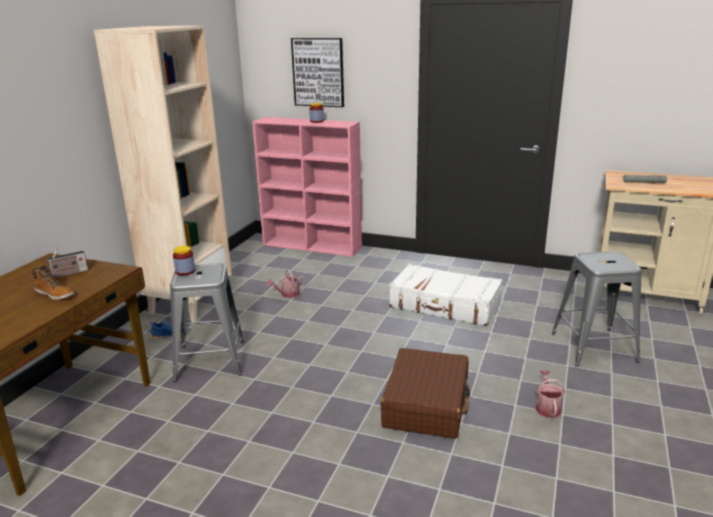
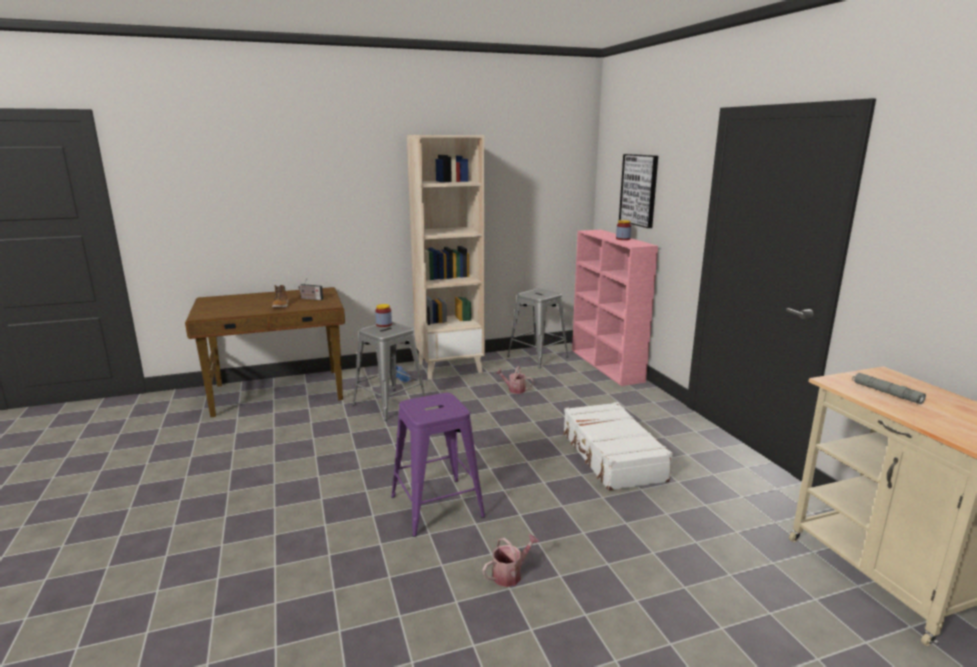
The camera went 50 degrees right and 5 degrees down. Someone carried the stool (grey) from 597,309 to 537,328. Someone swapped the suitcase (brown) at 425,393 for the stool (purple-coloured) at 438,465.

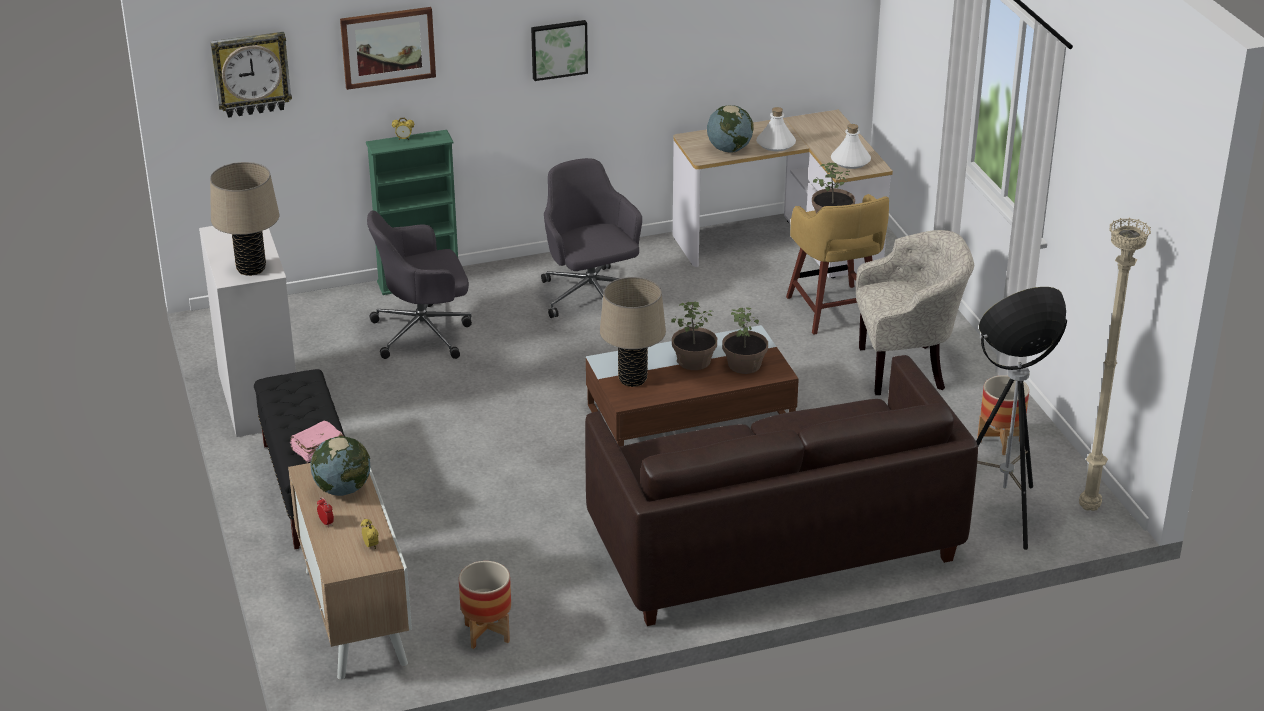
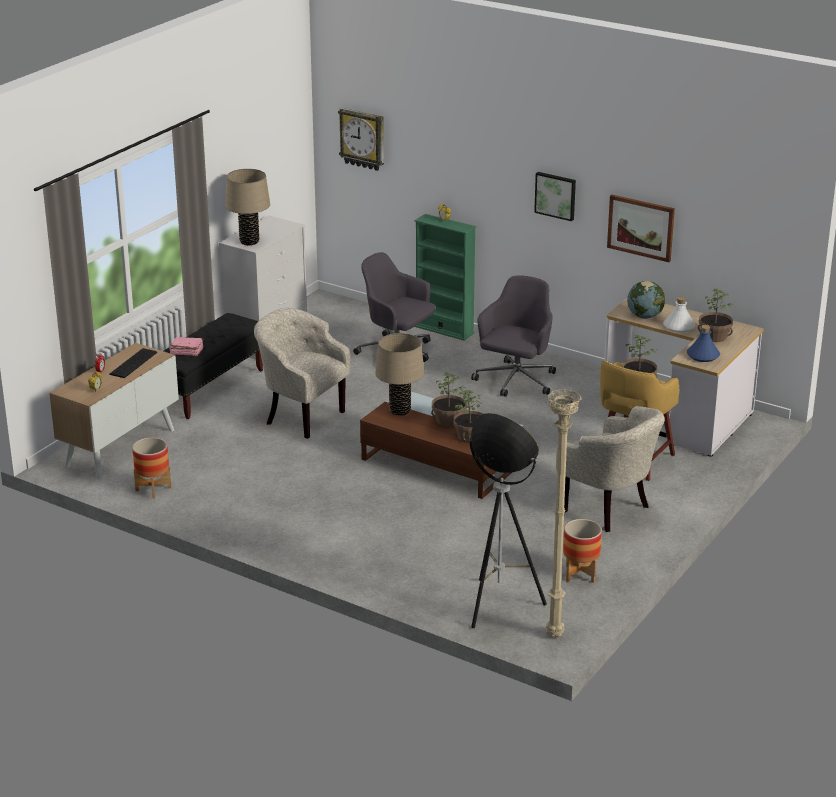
The camera went 50 degrees right and 5 degrees down. Someone took away the couch (brown) at 781,490. Someone put down the armchair (beige) at 302,373. Someone put down the potted plant at 715,315. Someone carried the wall picture from 388,48 to 641,228. Someone swapped the globe at 340,466 for the keyboard at 133,363. Someone repainted the bottle (white) at 851,146, which became the bottle (bluish) at 703,343.

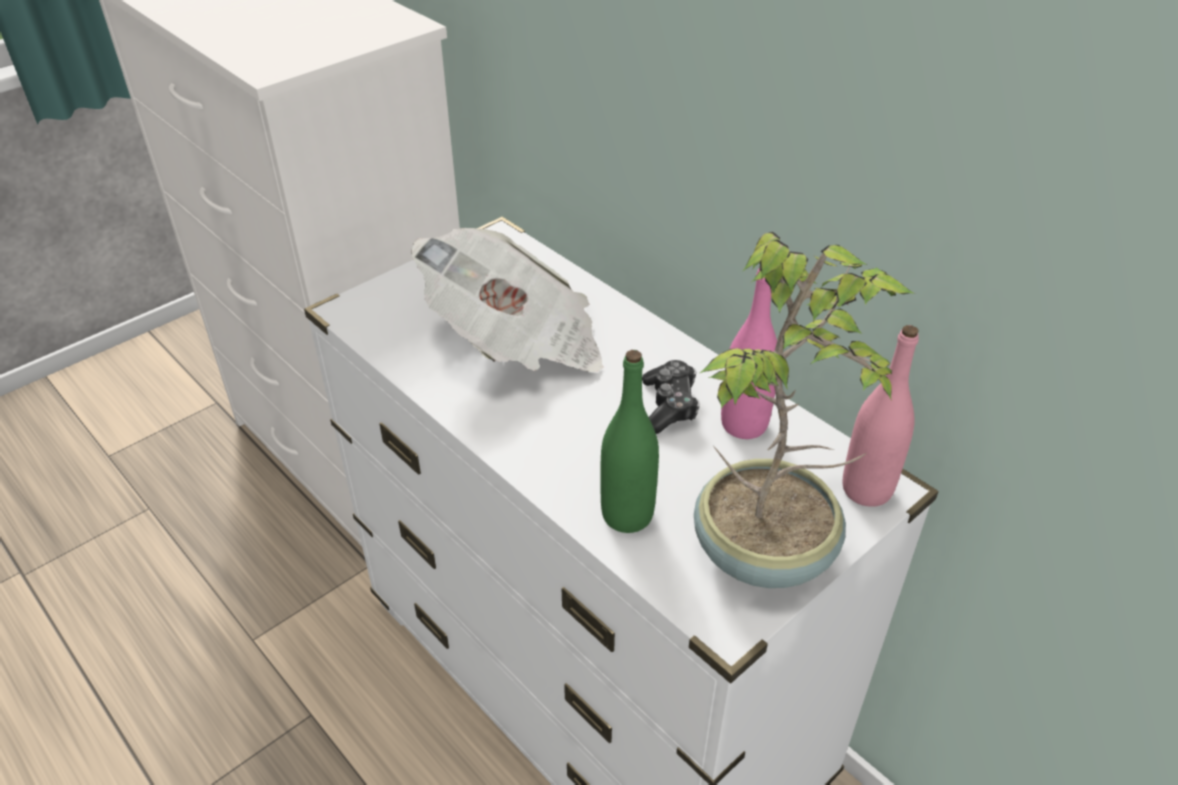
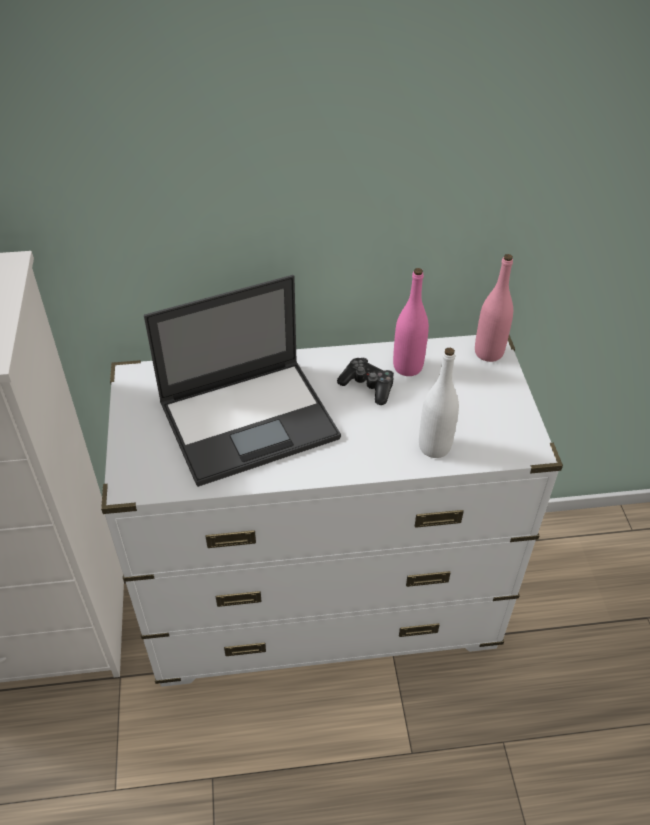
The camera went 55 degrees left and 5 degrees up. Someone took away the potted plant at 804,410. Someone swapped the newspaper at 507,300 for the laptop at 242,381. Someone repainted the bottle (green) at 630,441, which became the bottle (white) at 439,402.

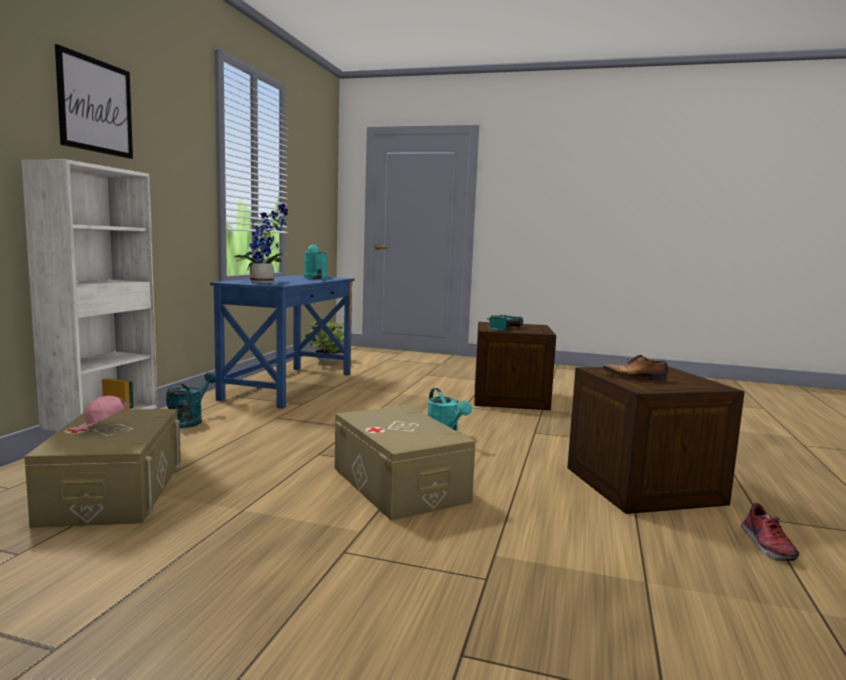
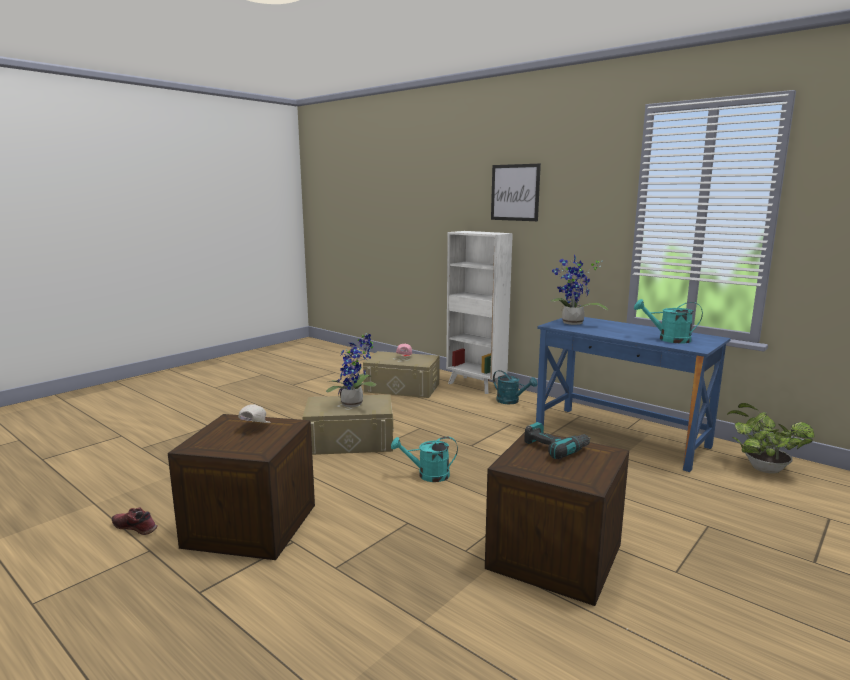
The camera went 115 degrees right and 5 degrees up. Someone put down the potted plant at 351,370. Someone swapped the shoe at 635,368 for the baseball cap (white) at 254,413.

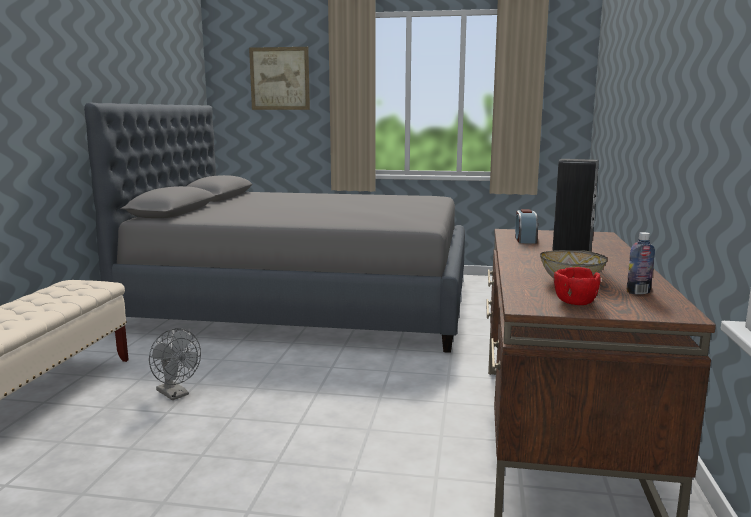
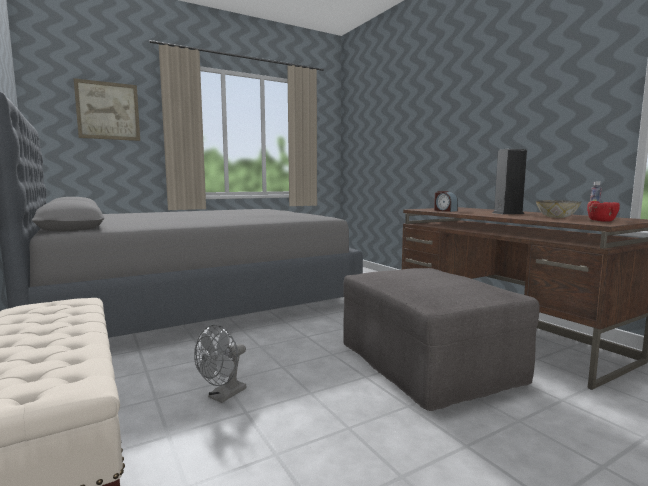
The camera went 40 degrees left and 5 degrees down. Someone put down the pouffe (grey) at 441,339. Someone rotated the fan (grey) at 175,364 by 120 degrees clockwise.

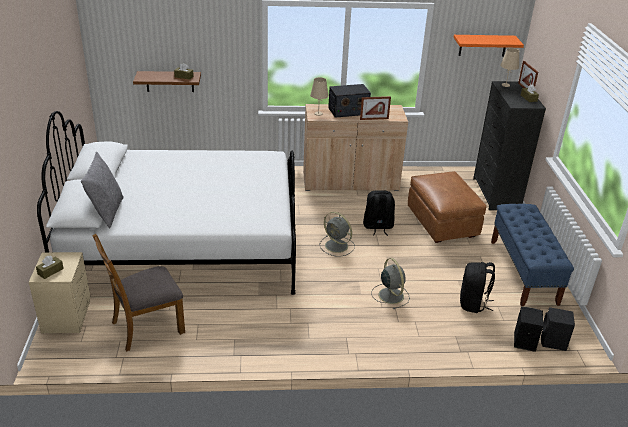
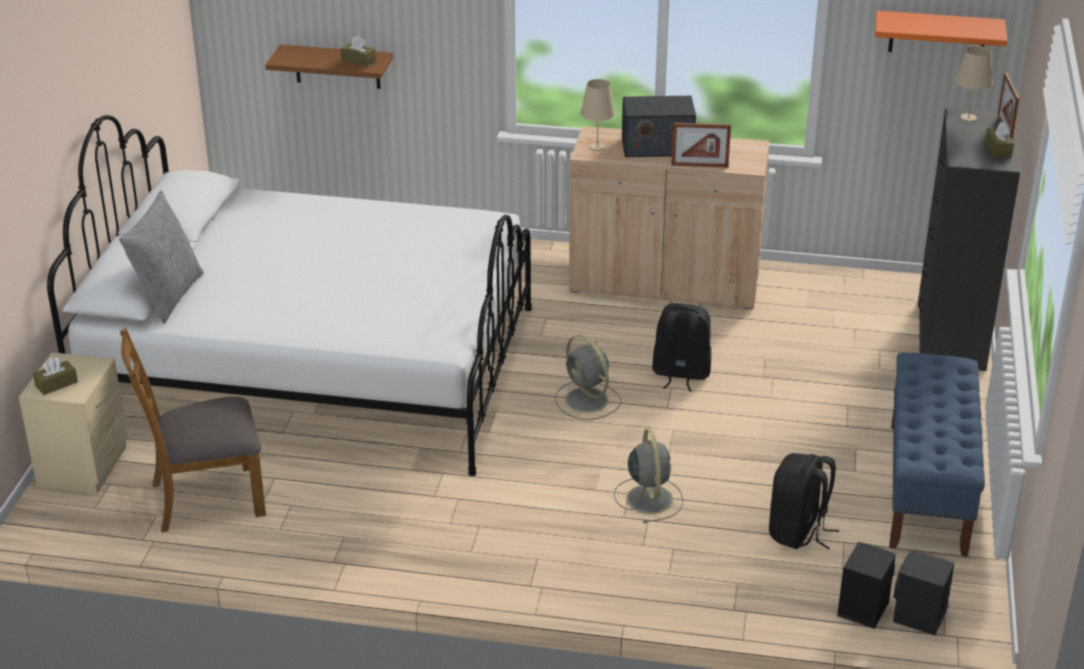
The camera went 15 degrees right and 0 degrees up. Someone took away the pouffe (brown) at 447,207.

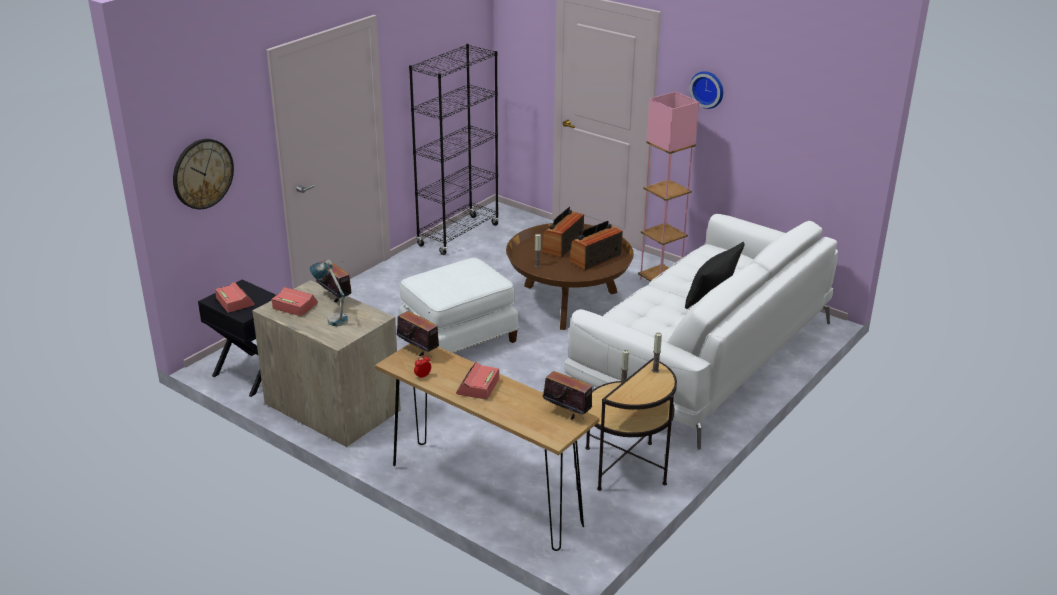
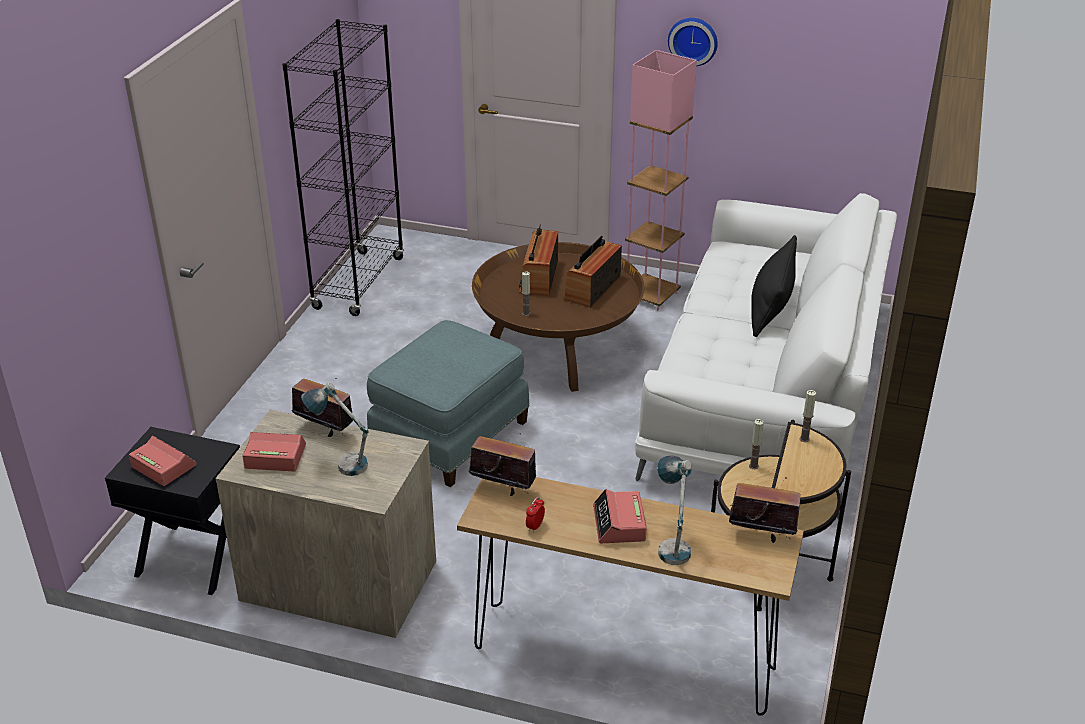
The camera went 20 degrees left and 5 degrees up. Someone took away the clock on the wall at 203,174. Someone put down the lamp for a table at 674,510. Someone repainted the pouffe (white) at 459,305, which became the pouffe (bluish) at 448,403.

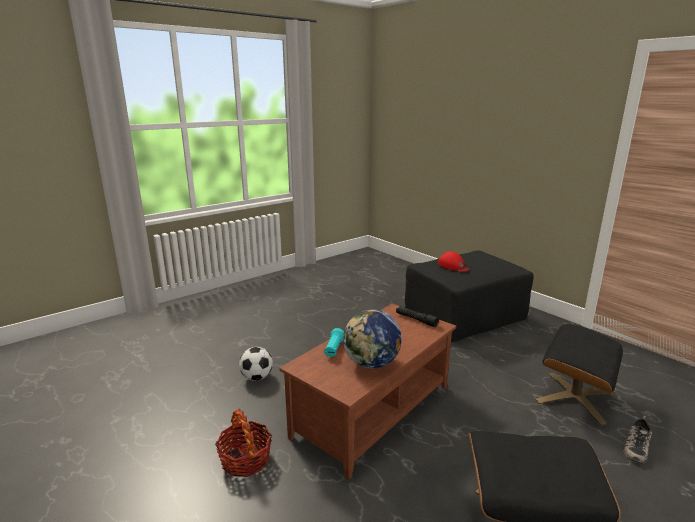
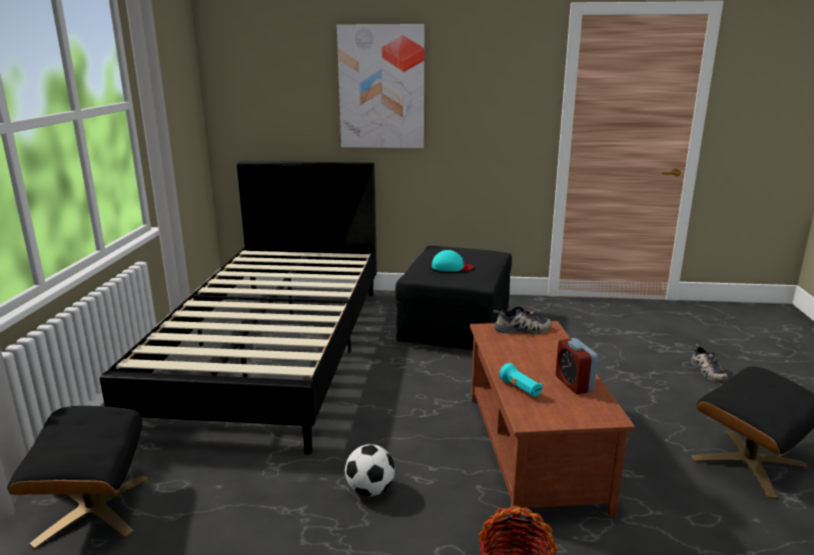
The camera went 45 degrees left and 0 degrees up. Someone put down the bed (black-coloured) at 238,307. Someone put up the wall picture at 381,86. Someone carried the pouffe (black-coloured) from 579,374 to 78,477. Someone swapped the globe at 372,339 for the alarm clock at 577,366. Someone swapped the torch (black-coloured) at 417,316 for the shoe at 522,320. Someone repainted the baseball cap (reddish) at 454,261, which became the baseball cap (turquoise-coloured) at 453,260.

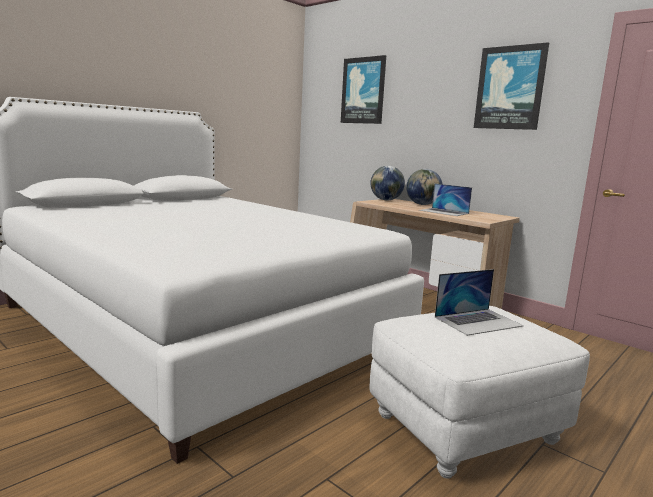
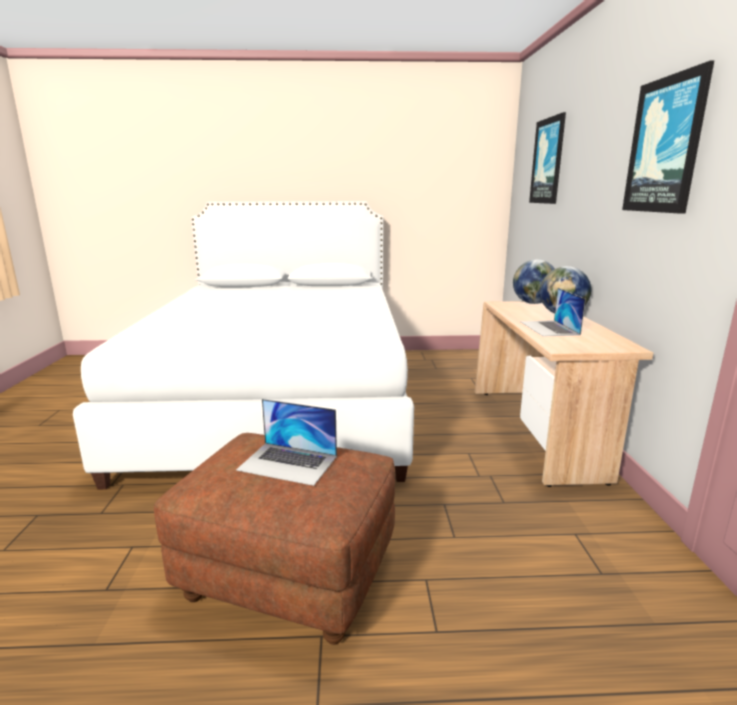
The camera went 45 degrees right and 5 degrees up. Someone repainted the pouffe (white) at 479,392, which became the pouffe (brown) at 274,539.

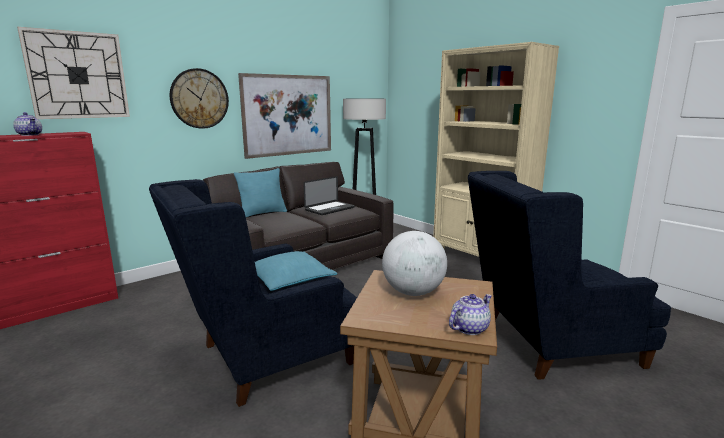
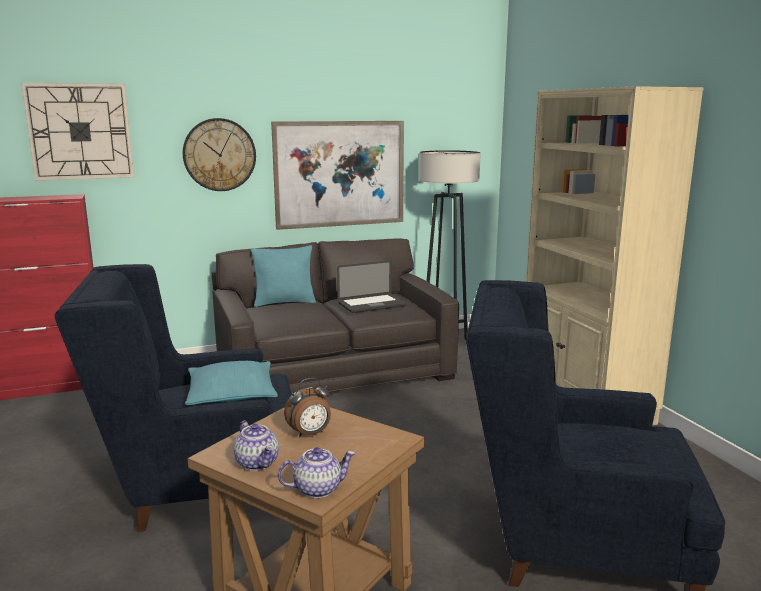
The camera went 20 degrees right and 0 degrees up. Someone carried the teapot from 27,124 to 256,446. Someone swapped the globe at 414,263 for the alarm clock at 307,408.

